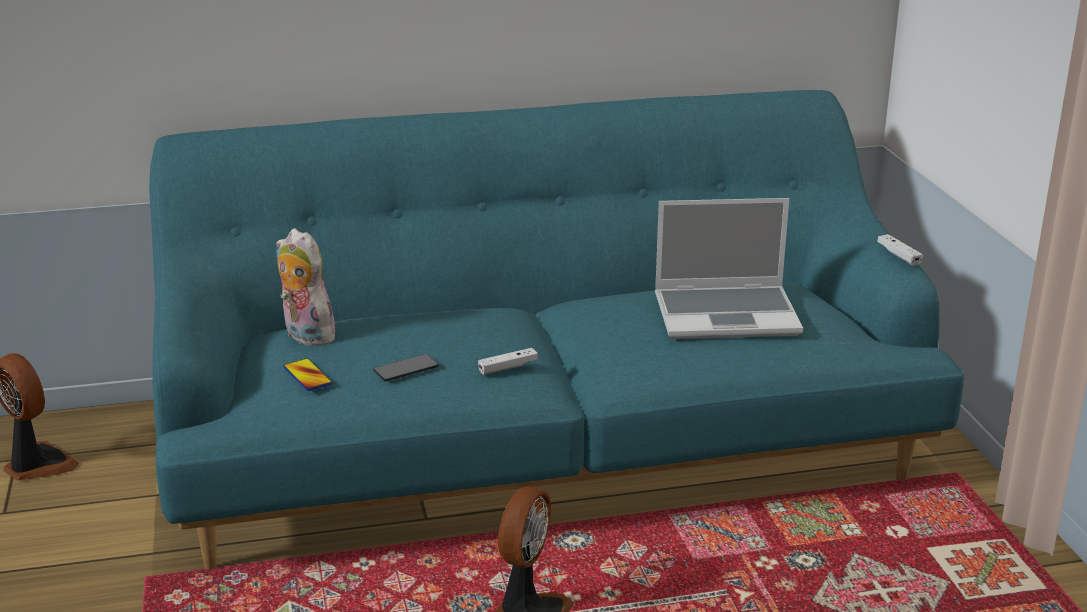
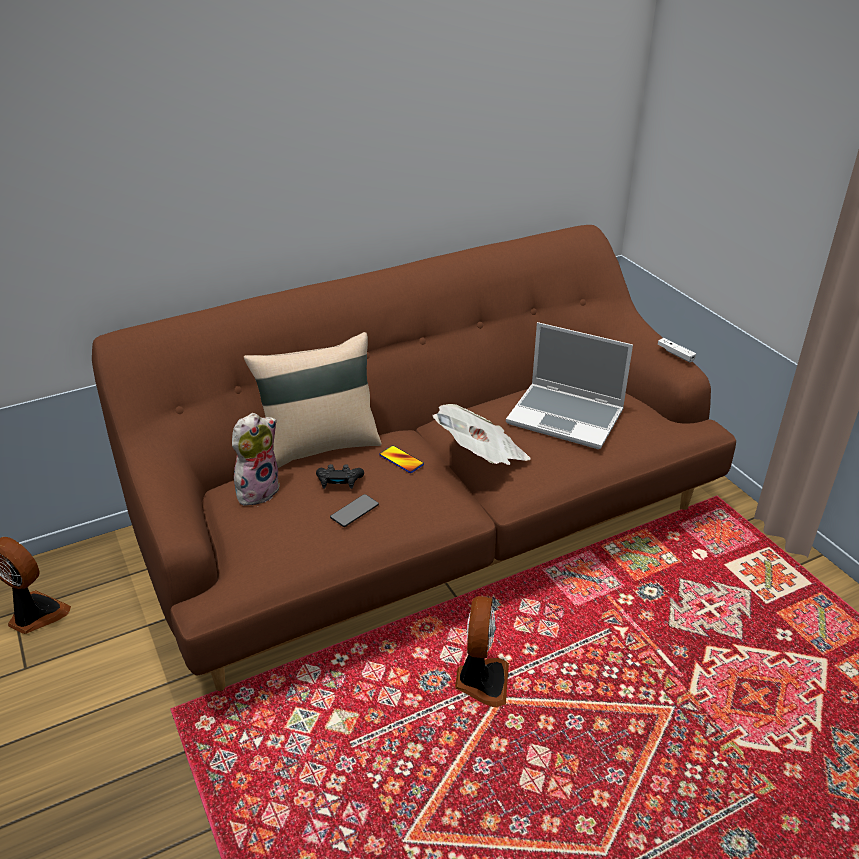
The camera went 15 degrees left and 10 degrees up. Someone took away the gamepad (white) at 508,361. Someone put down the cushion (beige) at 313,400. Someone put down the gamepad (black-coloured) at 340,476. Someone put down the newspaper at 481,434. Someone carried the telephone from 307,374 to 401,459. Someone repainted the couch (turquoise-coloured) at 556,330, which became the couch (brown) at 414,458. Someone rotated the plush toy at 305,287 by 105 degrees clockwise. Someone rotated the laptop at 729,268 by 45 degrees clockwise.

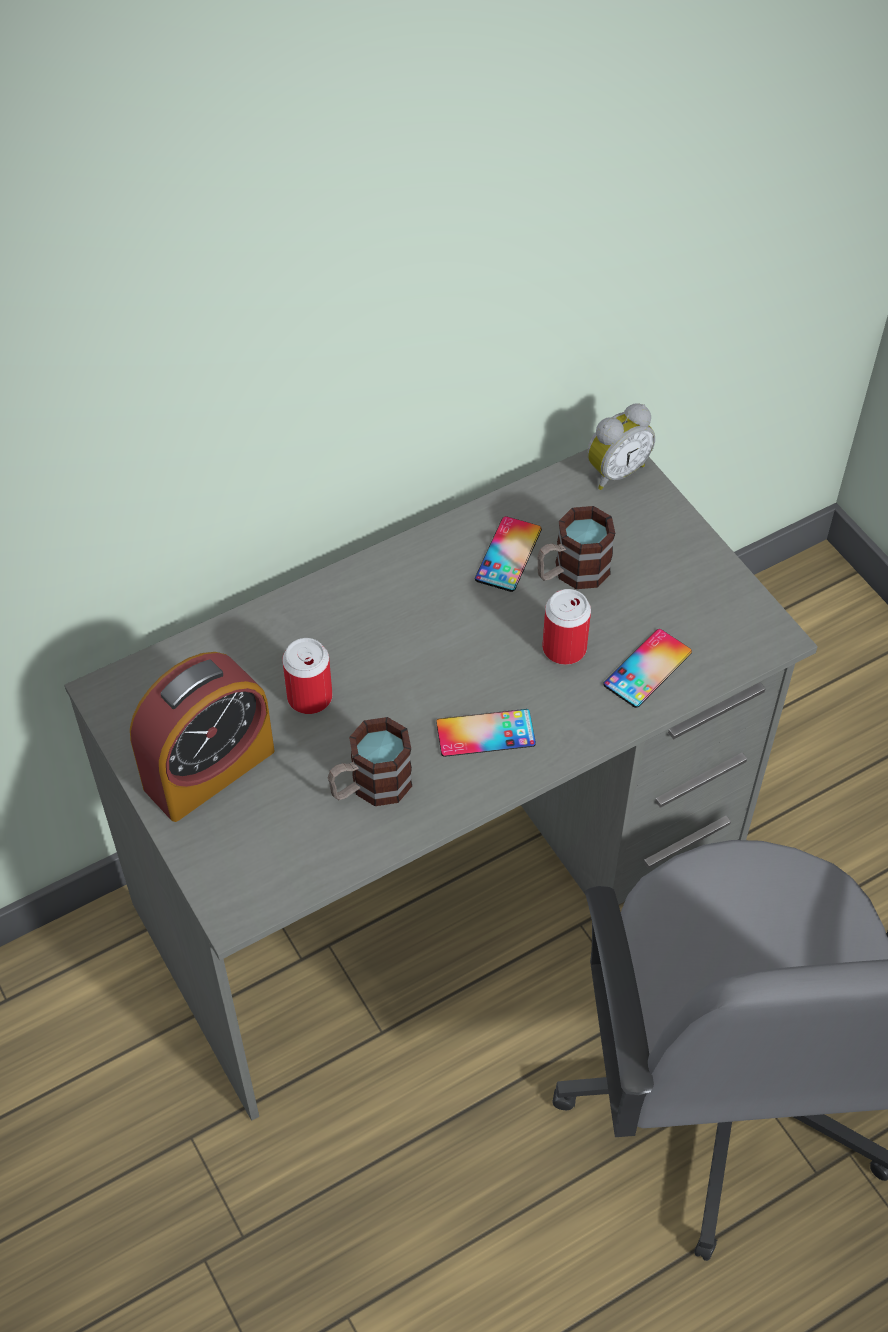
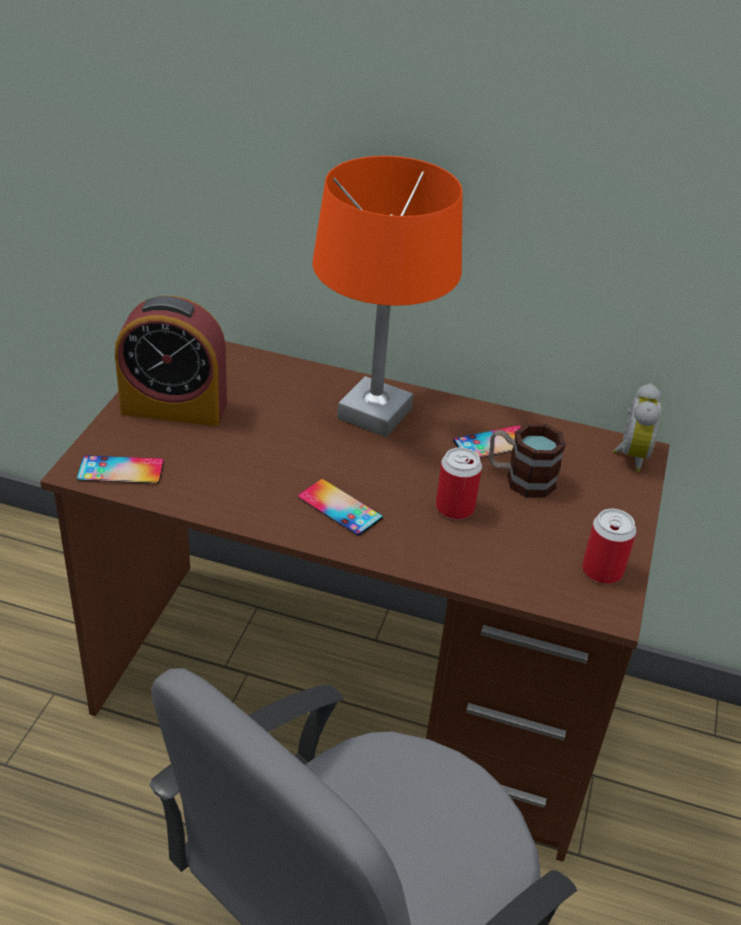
The camera went 45 degrees right and 15 degrees down. Someone took away the mug at 370,761. Someone put down the lamp for a table (orange) at 387,296. Someone carried the can from 307,676 to 609,546. Someone carried the telephone from 647,668 to 120,469. Someone repainted the desk unit (grey) at 441,785, which became the desk unit (brown) at 355,601. Someone rotated the alarm clock at 621,446 by 90 degrees counterclockwise.

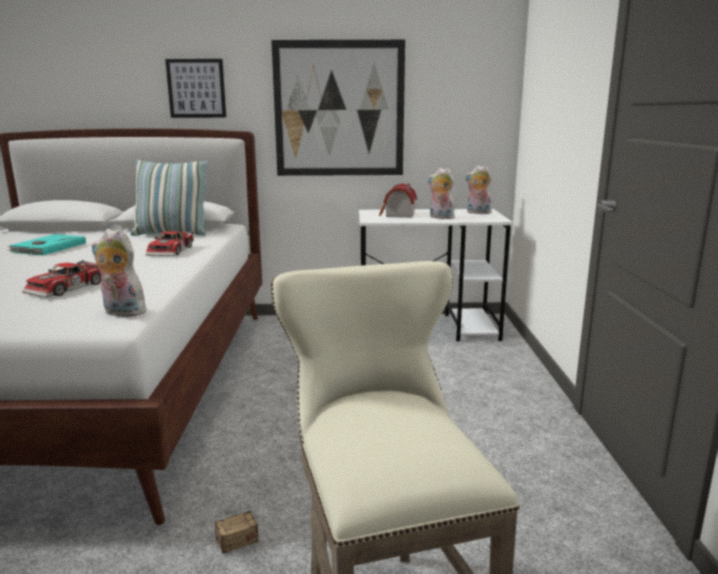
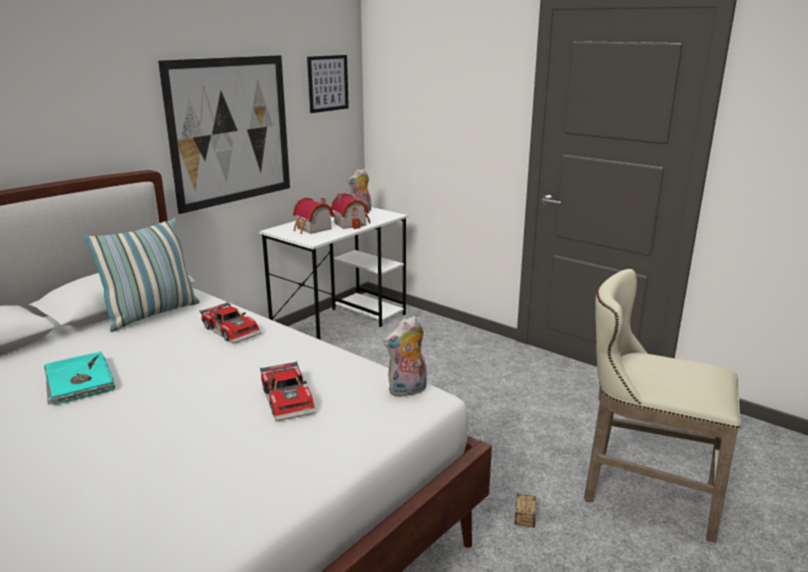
The camera went 50 degrees left and 5 degrees up. Someone carried the wall picture from 195,88 to 328,84. Someone swapped the plush toy at 441,193 for the miniature house at 350,211.

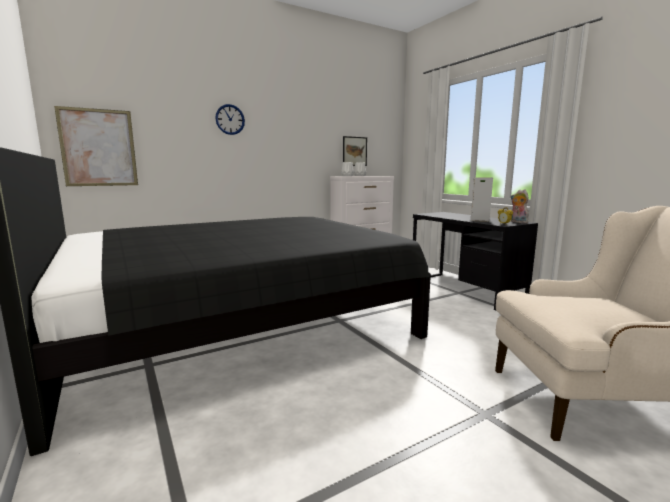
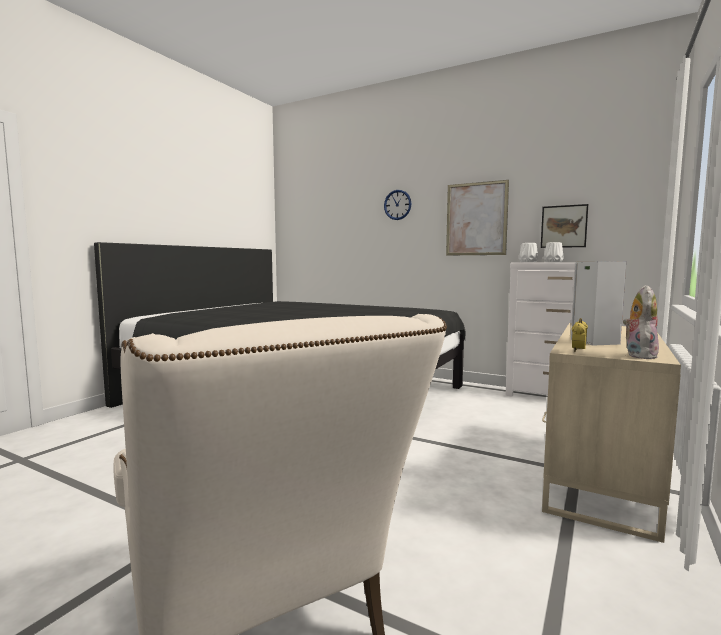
The camera went 60 degrees right and 5 degrees down. Someone carried the wall picture from 96,146 to 477,218. Someone repainted the desk unit (black-coloured) at 475,261, which became the desk unit (beige) at 611,433.

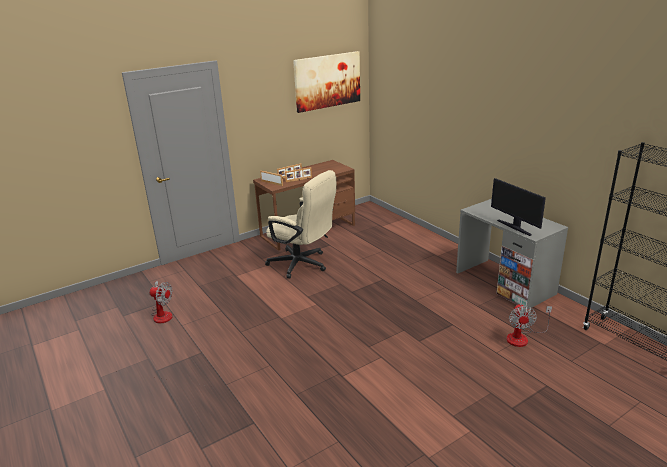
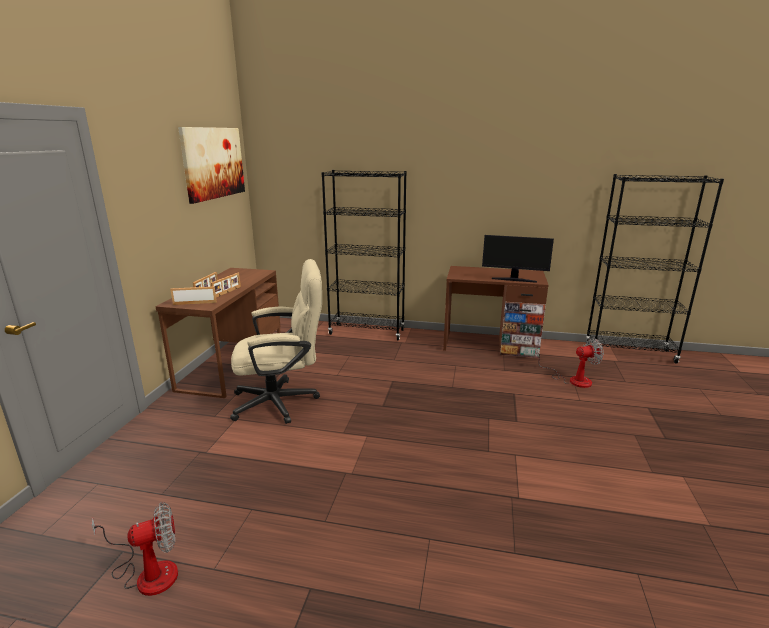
The camera went 45 degrees left and 5 degrees down. Someone put down the bookshelf (black-coloured) at 364,255. Someone repainted the desk unit (grey) at 512,254, which became the desk unit (brown) at 496,312. Someone rotated the fan at 529,325 by 60 degrees counterclockwise.

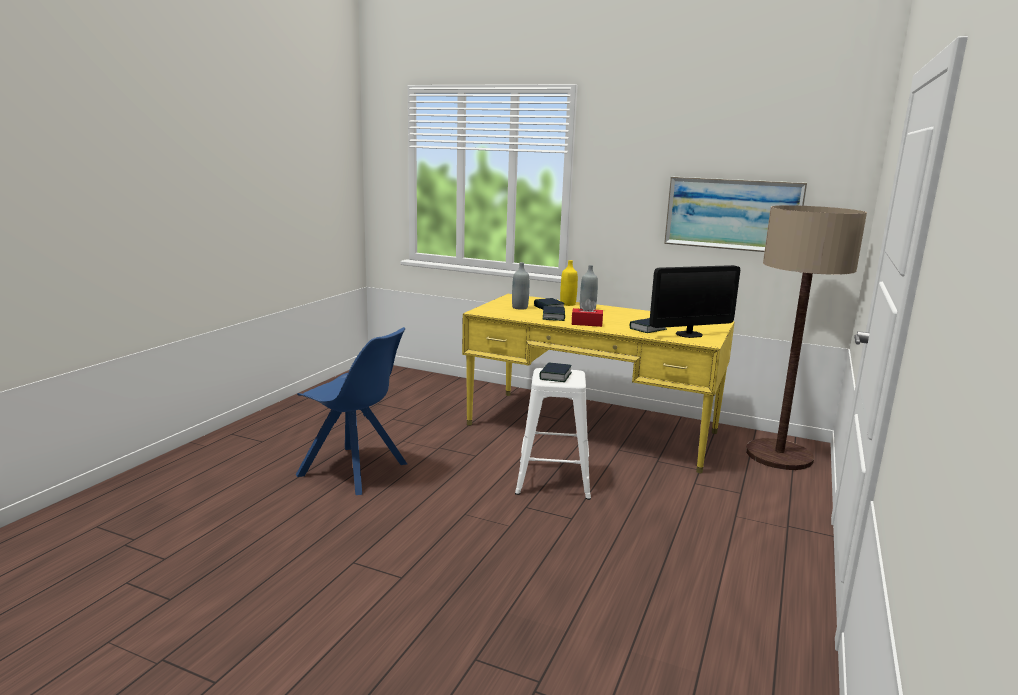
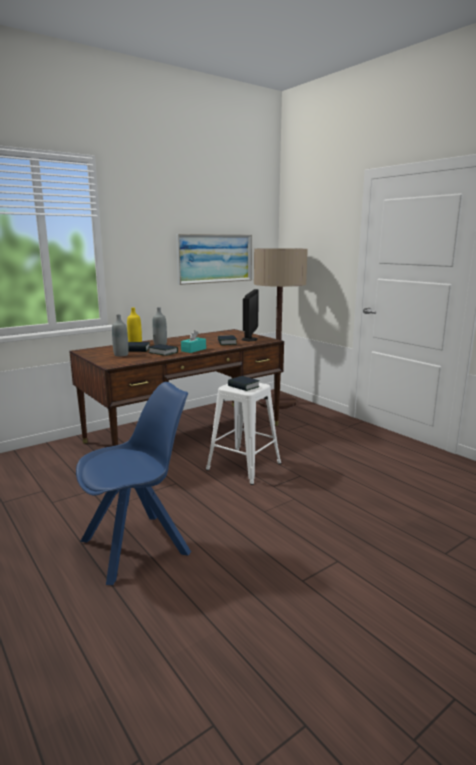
The camera went 60 degrees left and 0 degrees up. Someone repainted the desk unit (yellowish) at 598,383, which became the desk unit (brown) at 176,387. Someone repainted the box of tissues (reddish) at 587,313, which became the box of tissues (turquoise-coloured) at 193,341.

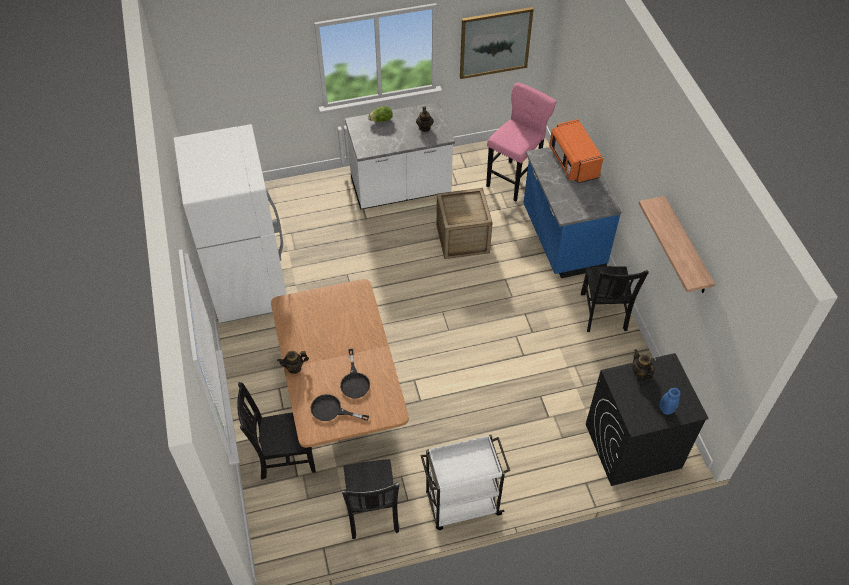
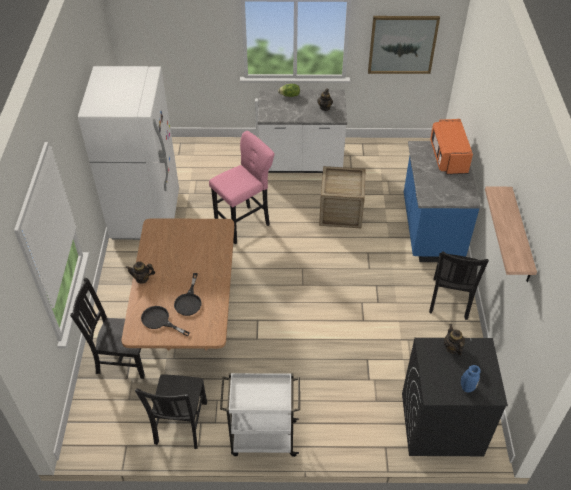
The camera went 15 degrees right and 5 degrees down. Someone carried the stool (pink) from 521,142 to 242,187.

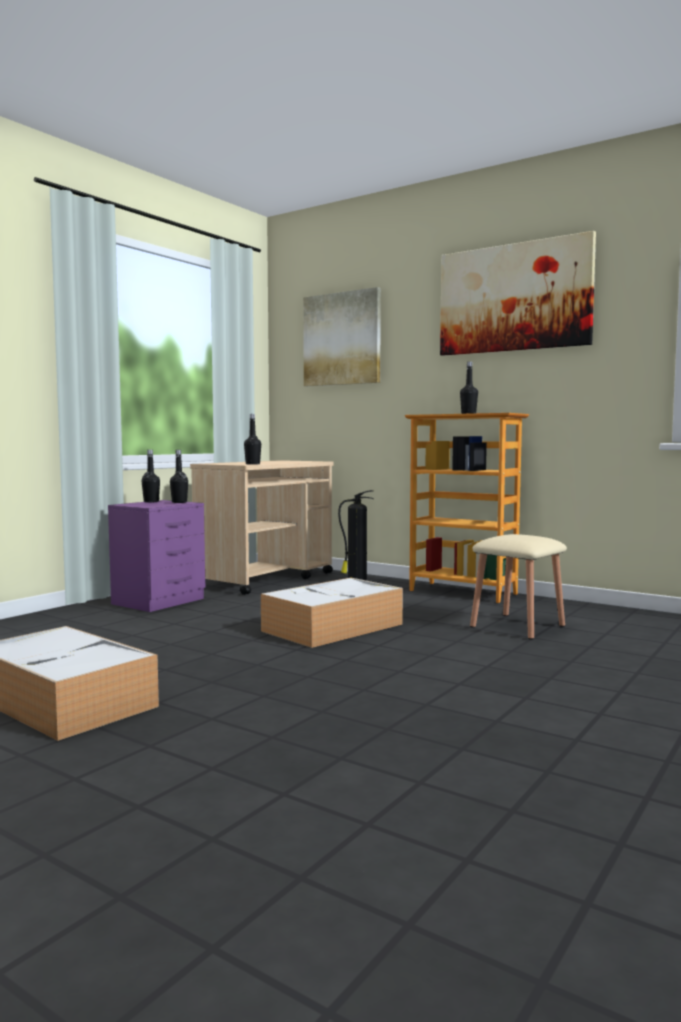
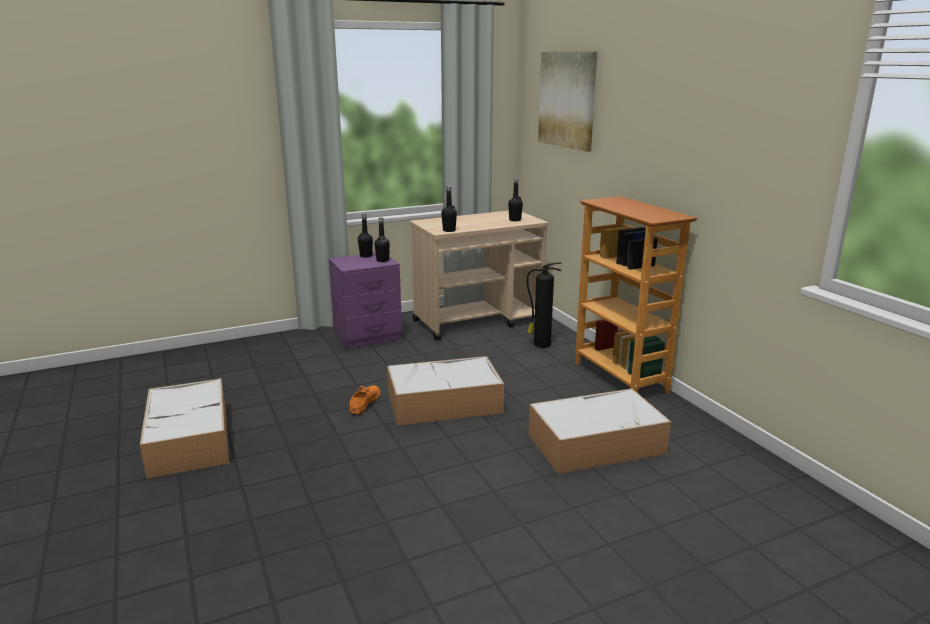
The camera went 30 degrees right and 15 degrees up. Someone took away the wall picture at 518,293. Someone put down the shoe (orange) at 365,400. Someone carried the bottle (black-coloured) from 469,388 to 515,199. Someone swapped the stool (beige) at 518,587 for the storage container at 599,431.

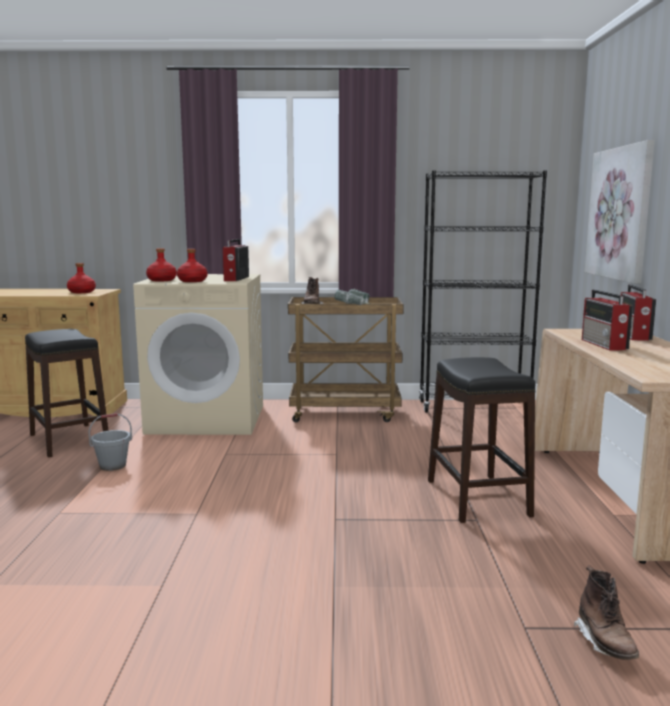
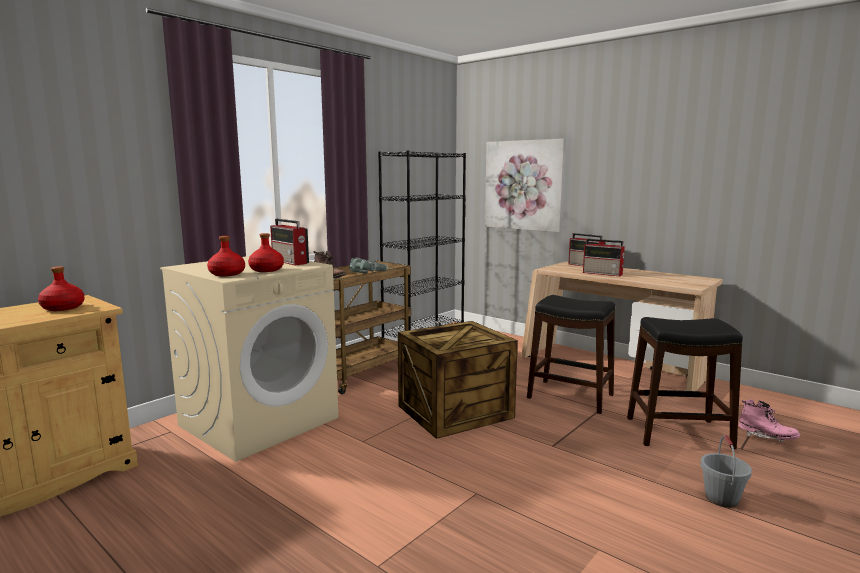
The camera went 50 degrees left and 0 degrees up. Someone put down the shipping crate at 458,380. Someone carried the stool (black-coloured) from 67,393 to 685,383. Someone carried the pail (grey) from 110,442 to 726,471. Someone repainted the high-top boot (brown) at 606,612, which became the high-top boot (pink) at 769,420.

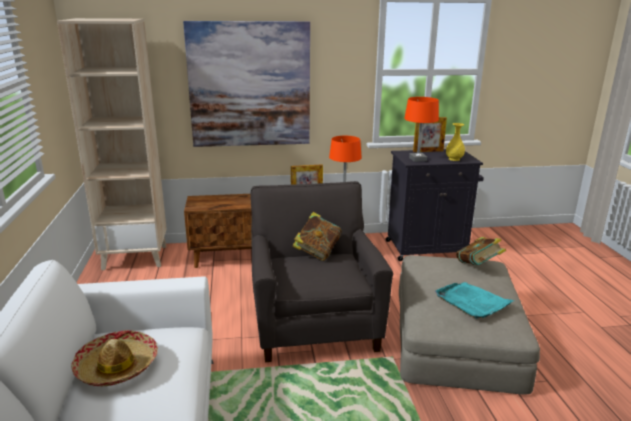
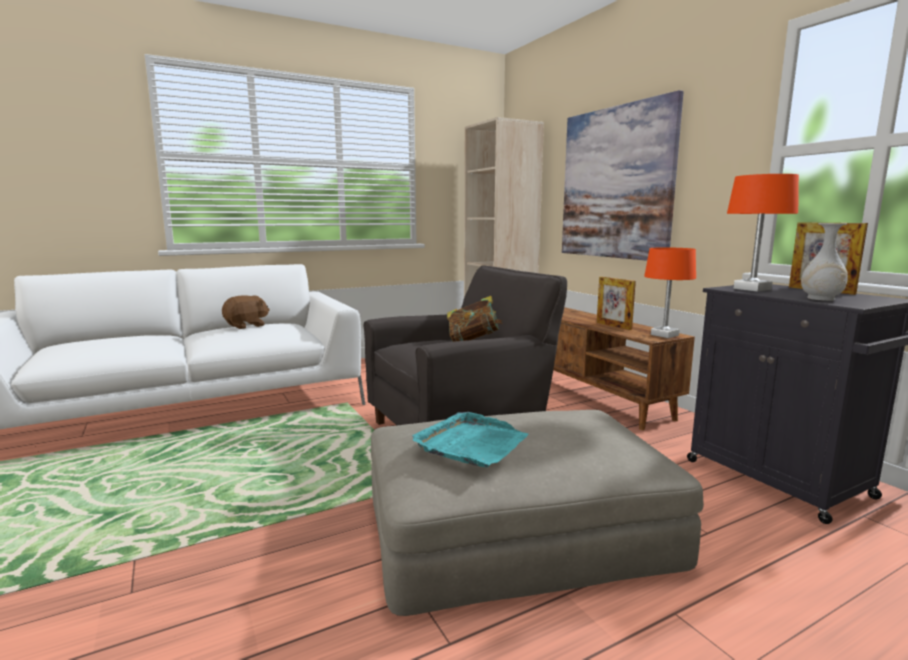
The camera went 70 degrees right and 10 degrees down. Someone took away the book at 481,251. Someone swapped the hat at 114,358 for the plush toy (brown) at 246,312. Someone repainted the flower vase (yellowish) at 455,142, which became the flower vase (white) at 824,262.

